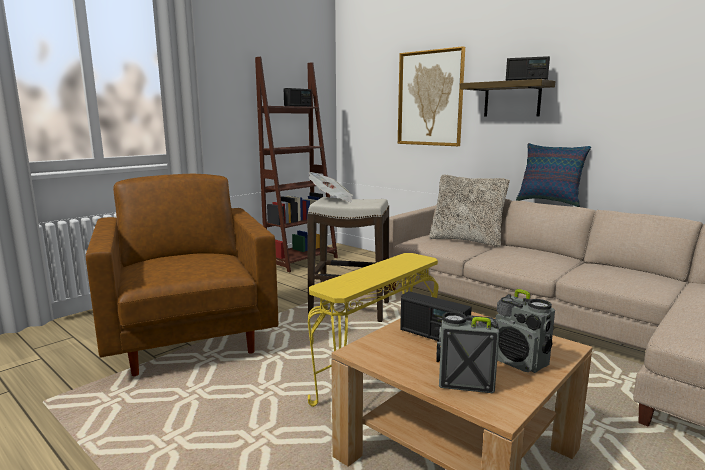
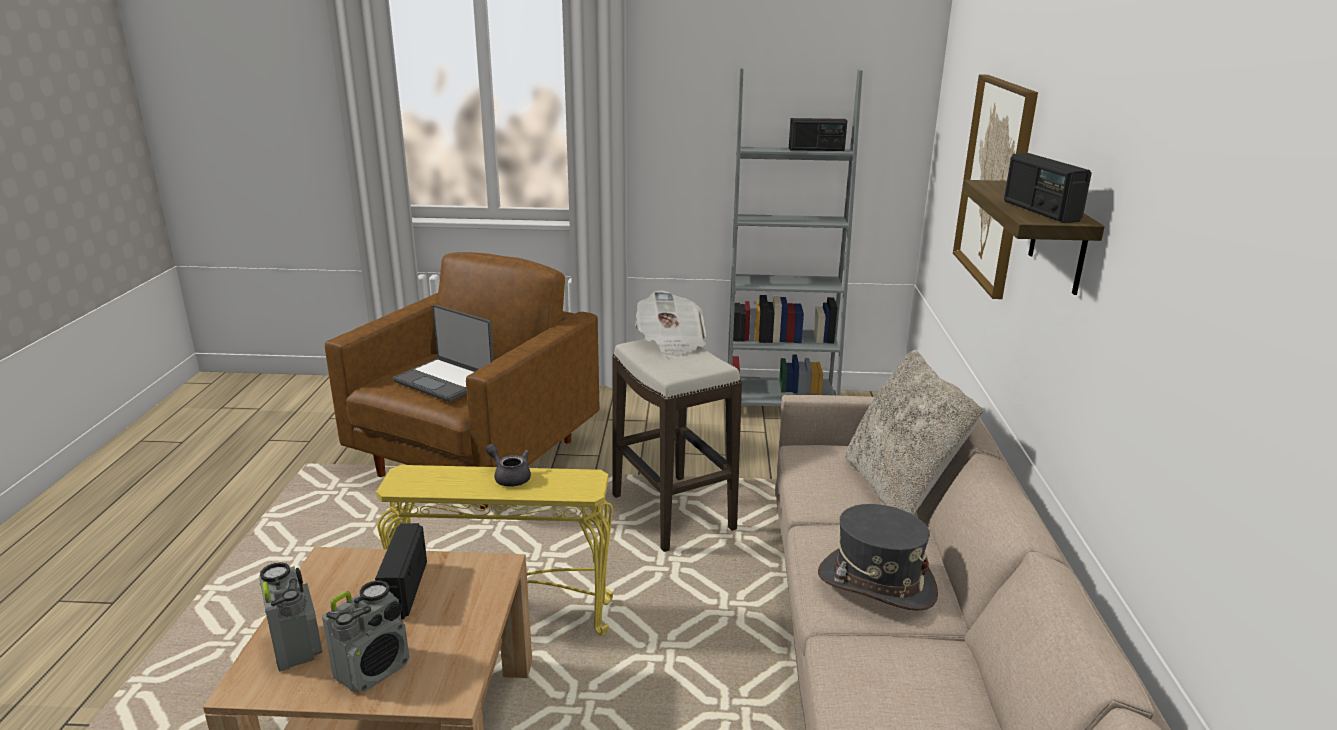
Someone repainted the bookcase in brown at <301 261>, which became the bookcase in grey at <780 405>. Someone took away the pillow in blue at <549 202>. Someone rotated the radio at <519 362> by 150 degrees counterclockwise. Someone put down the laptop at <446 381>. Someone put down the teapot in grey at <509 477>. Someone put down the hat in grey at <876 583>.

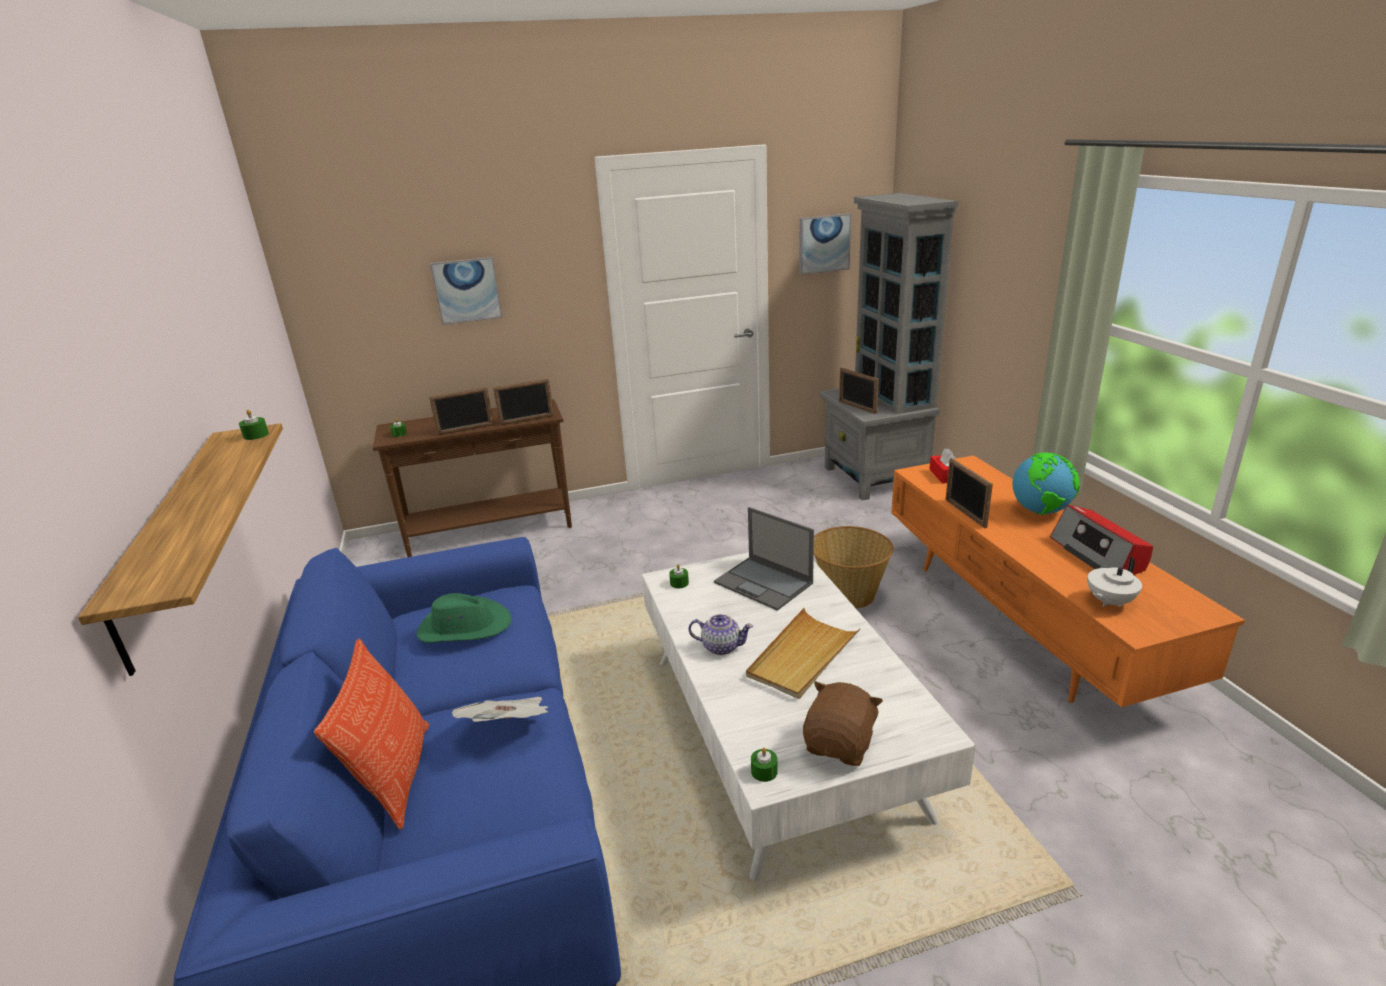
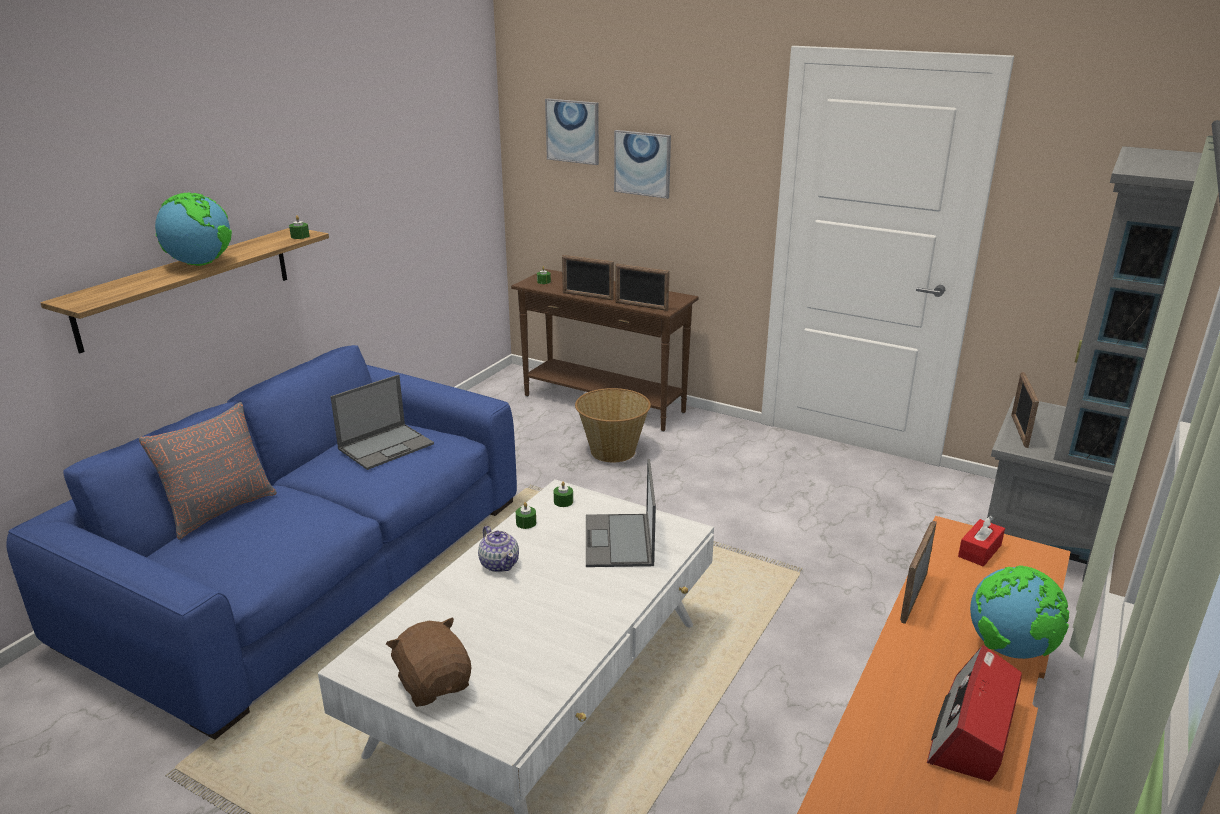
Someone carried the picture from <824 244> to <573 131>. Someone carried the basket from <849 594> to <612 451>. Someone took away the teapot in white at <1109 602>. Someone swapped the hat in green at <464 626> for the laptop at <387 446>. Someone took away the tray in beige at <802 656>. Someone repainted the pillow in orange at <395 777>, which became the pillow in grey at <221 511>. Someone rotated the plush toy in brown at <840 744> by 105 degrees counterclockwise. Someone took away the newspaper at <509 727>. Someone carried the candle in green from <764 771> to <526 523>. Someone put down the globe at <200 264>.

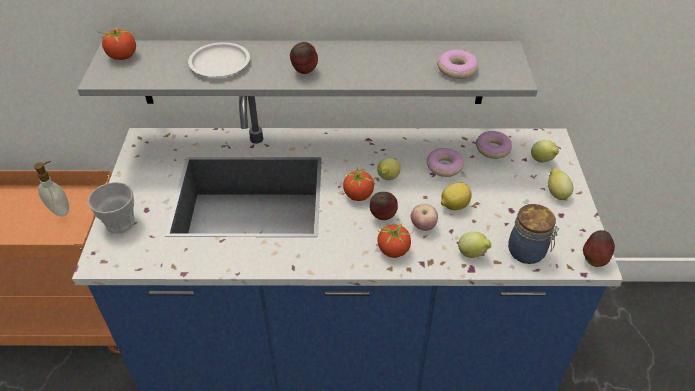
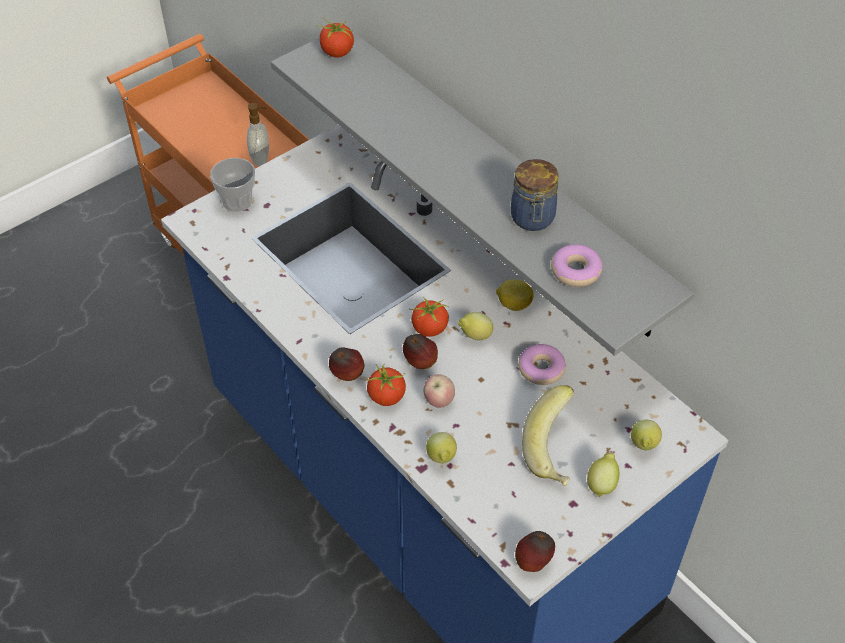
Someone took away the plate in white at <220 63>. Someone carried the apple from <304 72> to <347 376>. Someone took away the donut at <492 149>. Someone carried the lemon from <454 205> to <513 304>. Someone carried the jar from <528 252> to <532 219>. Someone put down the banana at <556 451>.

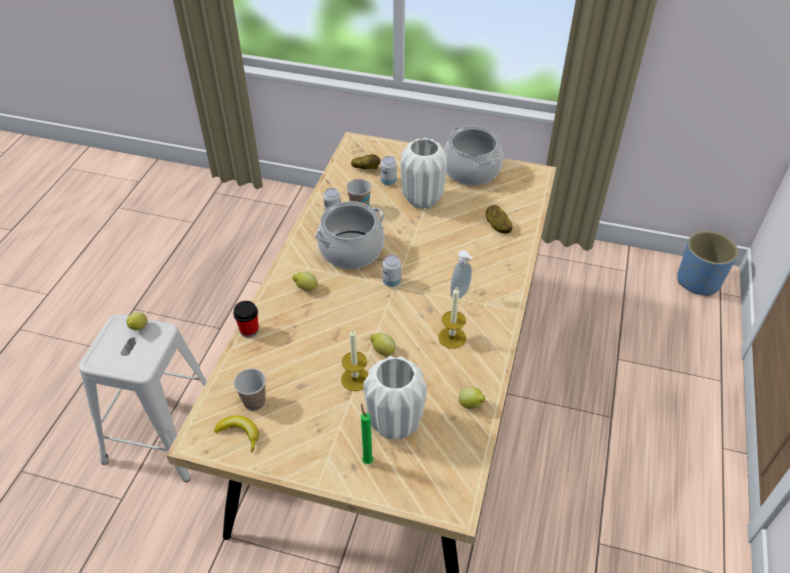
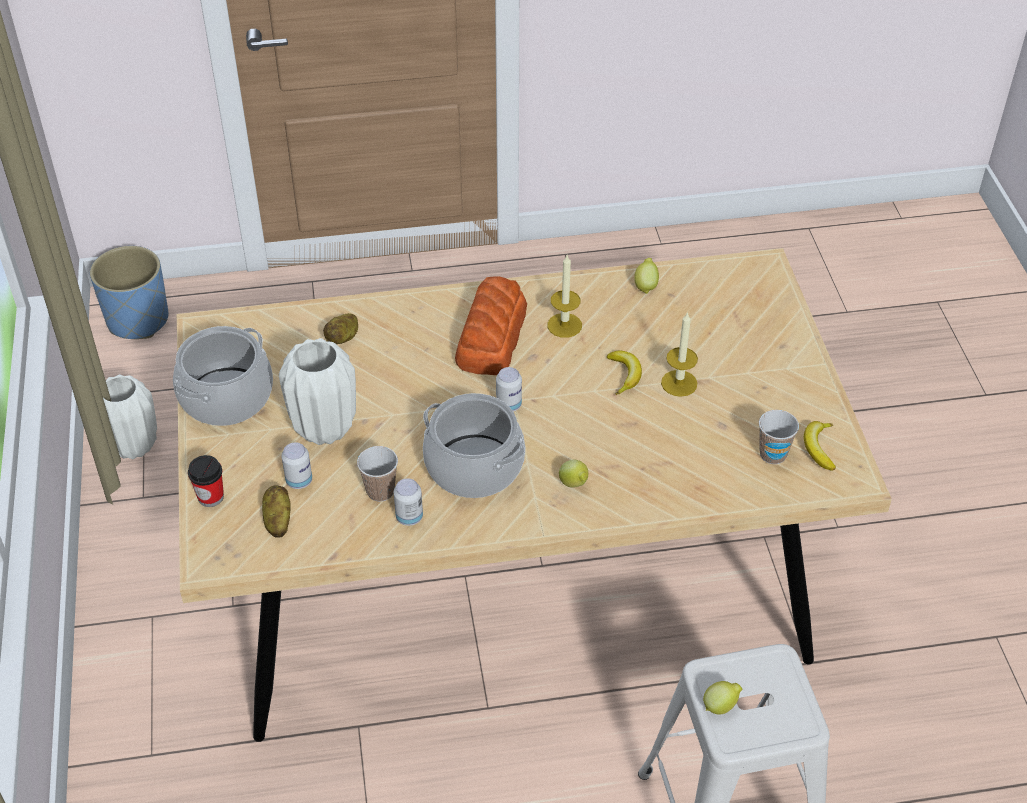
Someone swapped the soap dispenser at <461 294> for the bread at <490 337>. Someone carried the cup from <249 330> to <210 497>. Someone swapped the lemon at <382 351> for the banana at <624 375>. Someone carried the vase in white from <394 424> to <134 446>. Someone took away the candle in green at <367 460>.

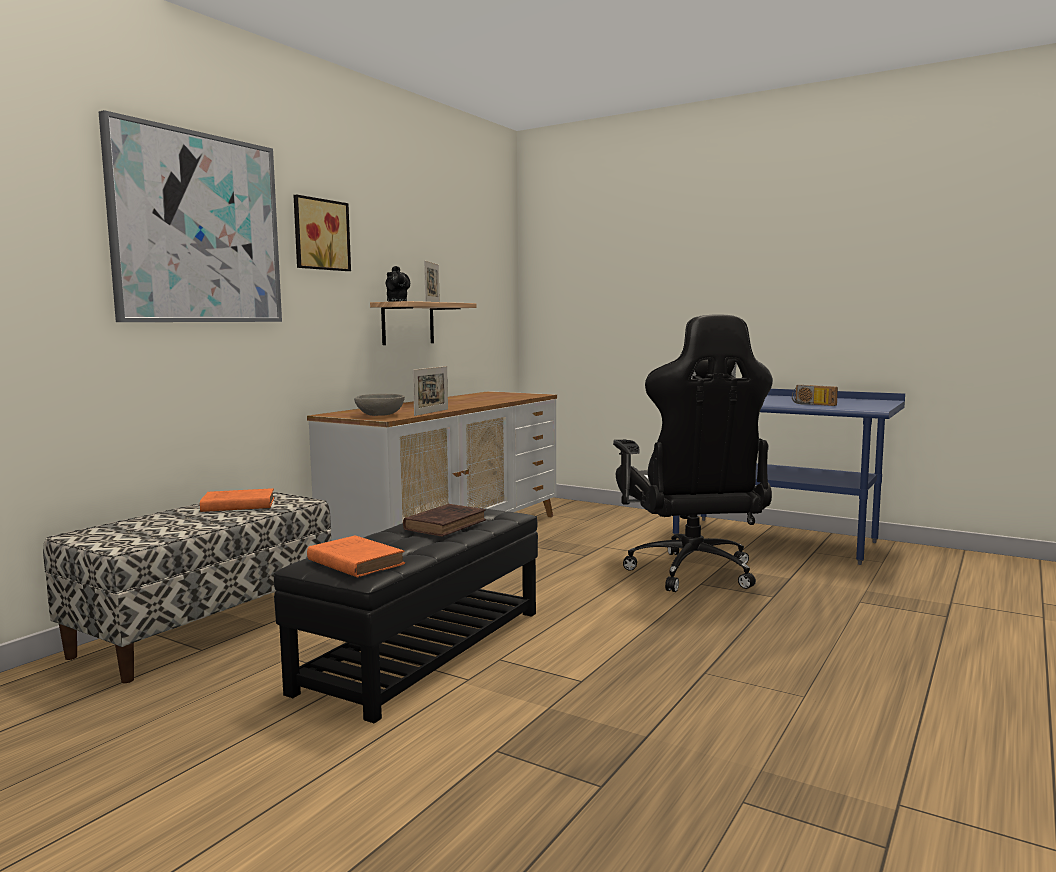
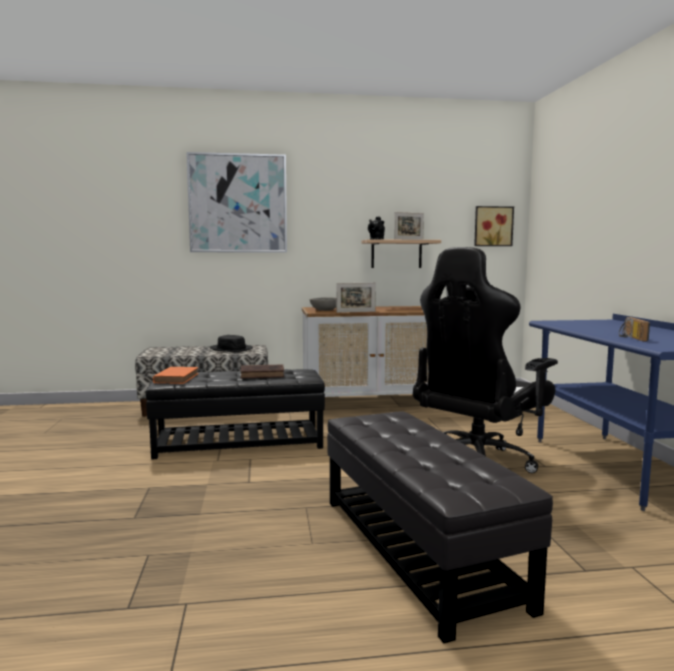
Someone carried the picture from <319 234> to <492 226>. Someone swapped the book in orange at <236 505> for the hat in black at <231 349>. Someone put down the ottoman in black at <417 548>.

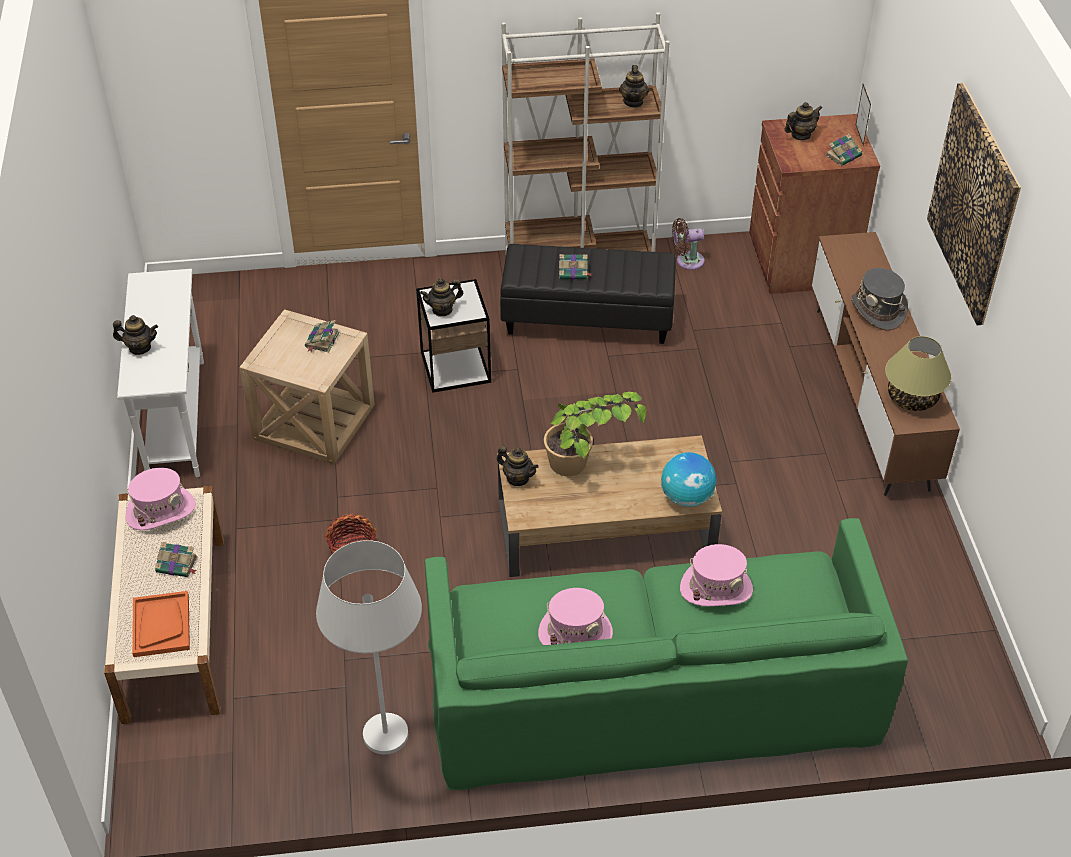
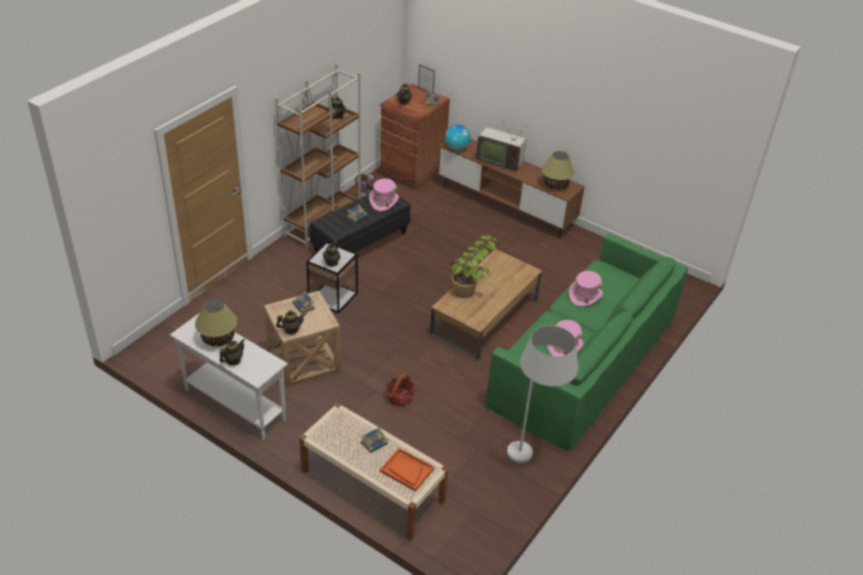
Someone took away the picture at <973 204>. Someone swapped the hat in grey at <878 310> for the television at <499 161>. Someone carried the teapot from <517 478> to <291 330>. Someone carried the globe from <687 498> to <457 148>. Someone carried the hat in pink from <161 511> to <384 201>. Someone put down the table lamp at <218 338>.

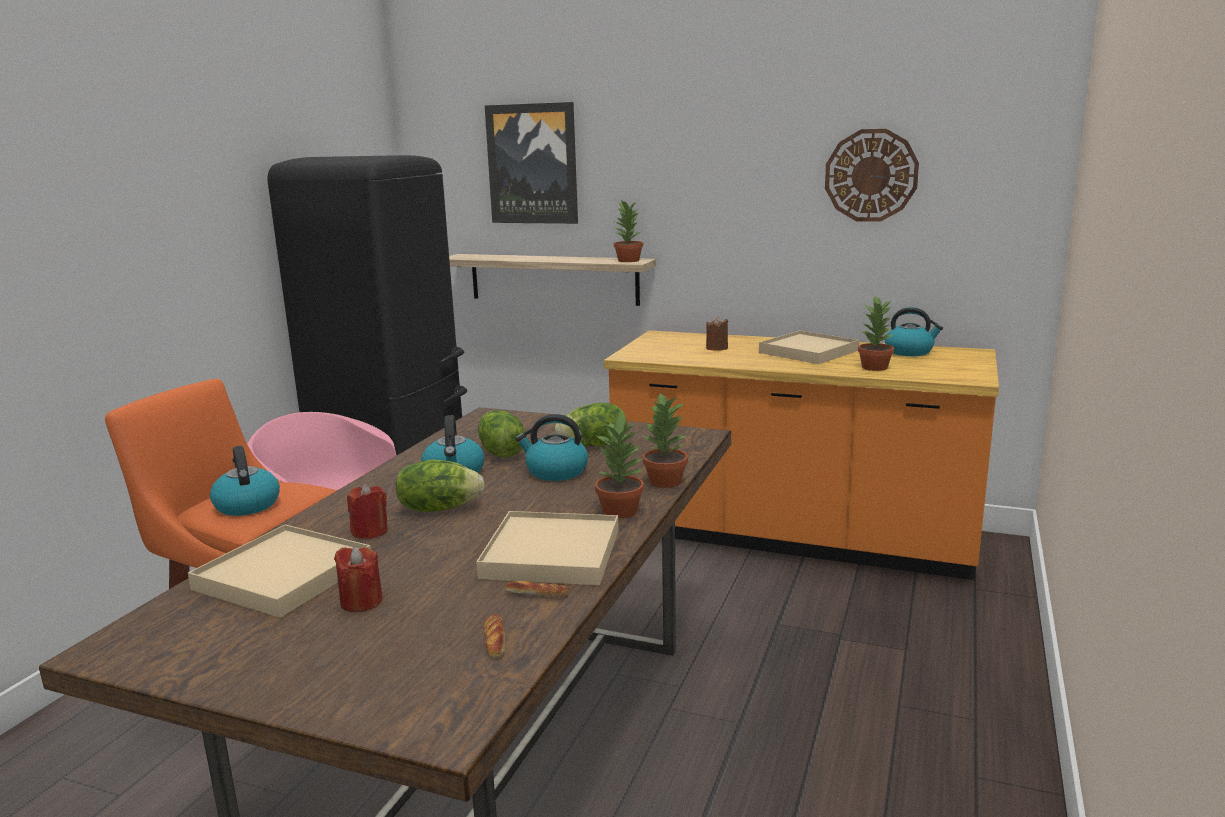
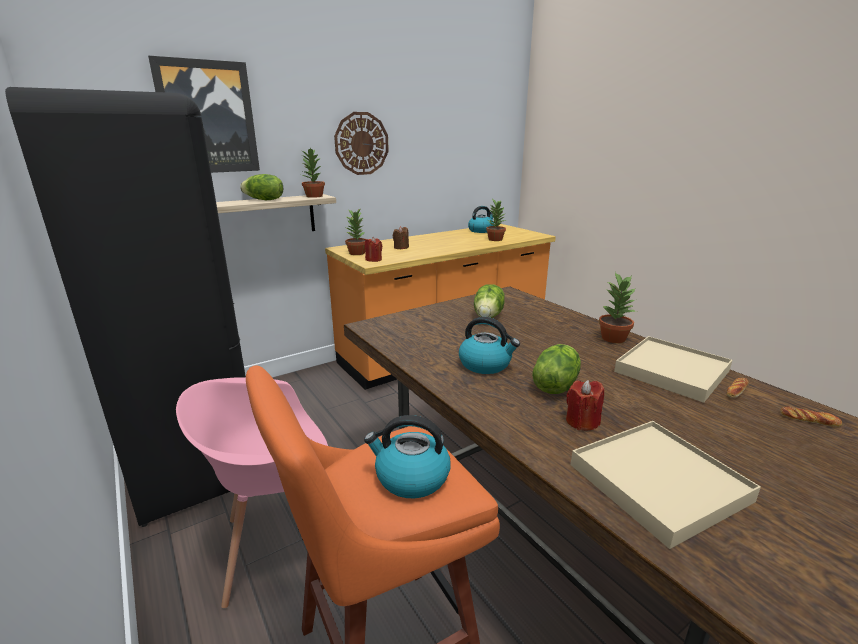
Someone carried the wall clock from <871 175> to <361 143>. Someone took away the tray in beige at <808 351>. Someone carried the potted plant from <665 482> to <357 253>. Someone carried the lettuce from <500 453> to <264 200>. Someone took away the kettle at <555 472>. Someone carried the candle in red from <361 601> to <373 259>.

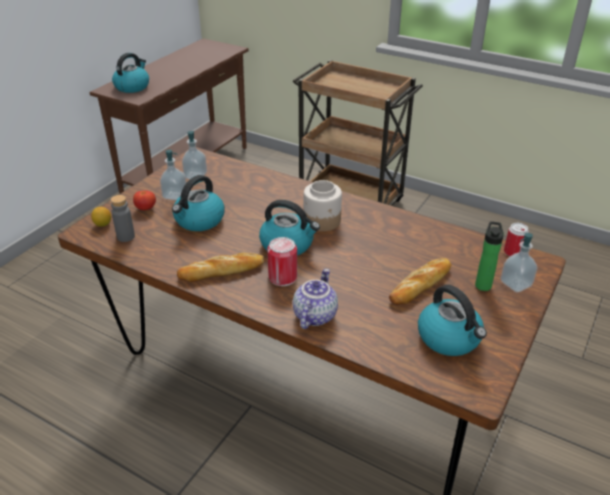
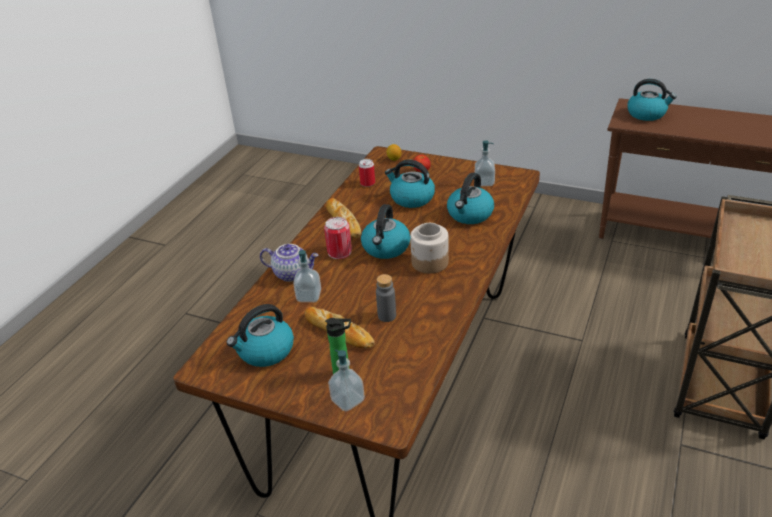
Someone carried the soap dispenser from <175 195> to <309 296>. Someone carried the bottle in grey from <126 237> to <387 316>. Someone carried the can from <513 252> to <367 183>. Someone put down the kettle at <470 214>.

